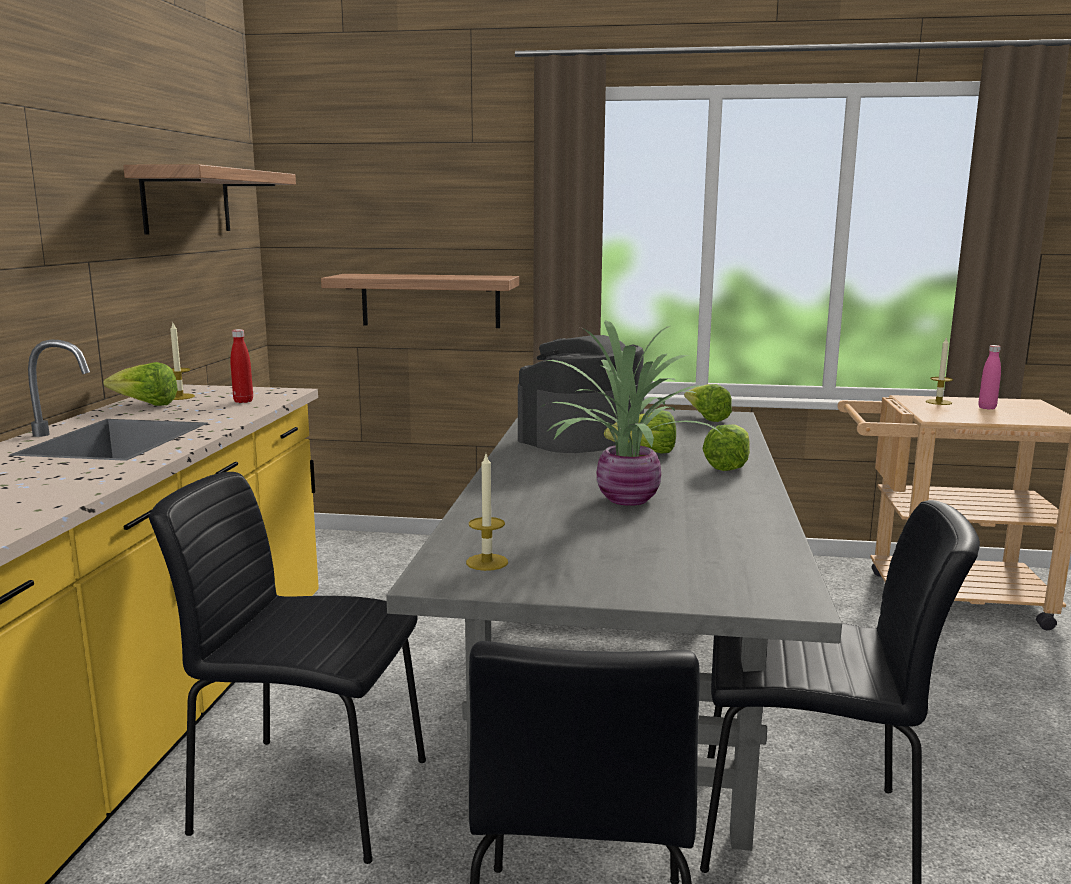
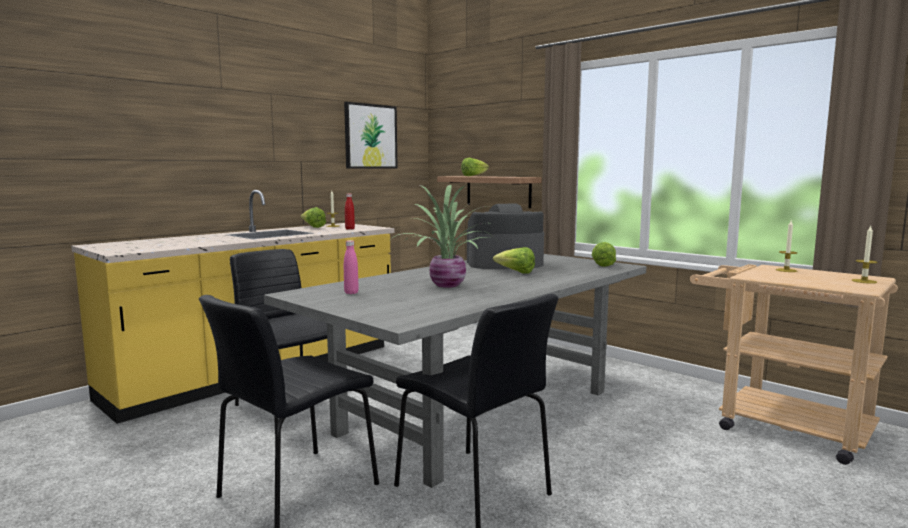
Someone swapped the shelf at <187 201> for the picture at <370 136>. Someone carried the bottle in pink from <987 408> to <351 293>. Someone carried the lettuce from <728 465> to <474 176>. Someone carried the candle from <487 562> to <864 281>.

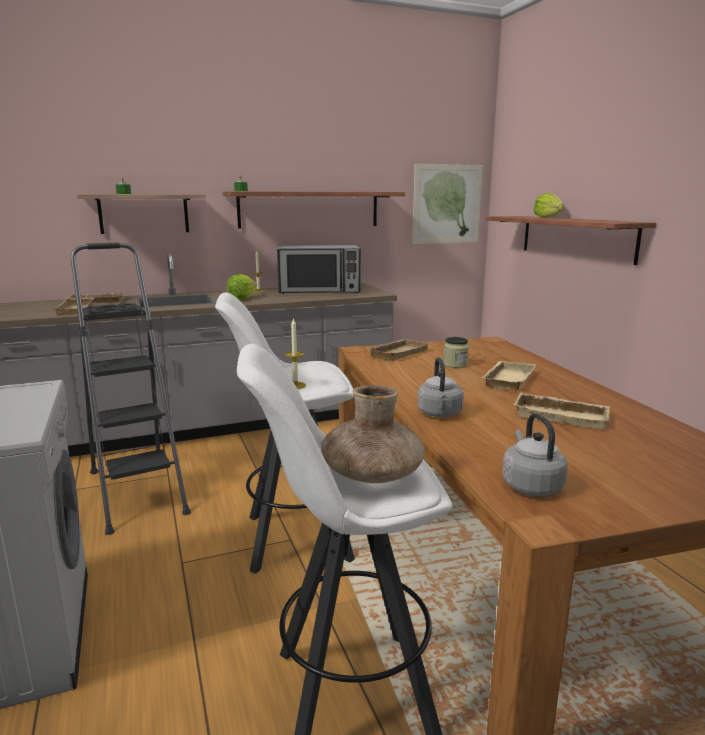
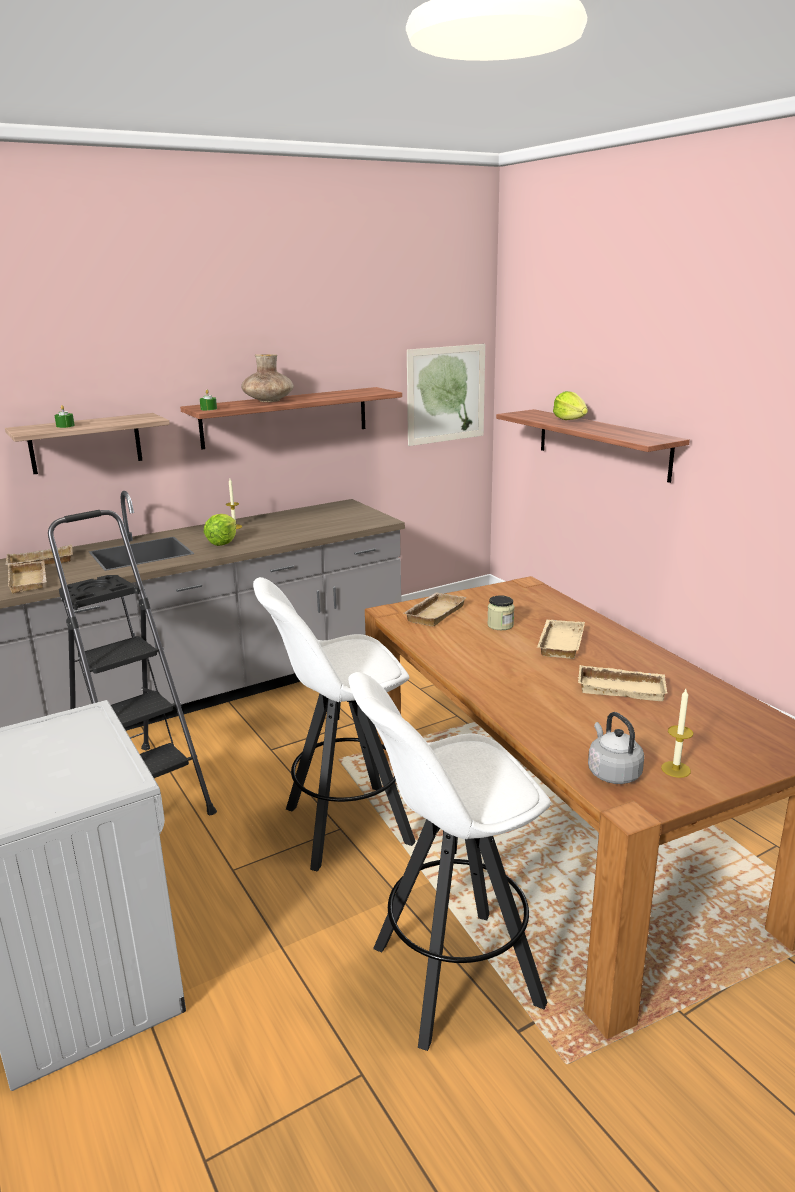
Someone took away the microwave at <320 291>. Someone carried the candle from <295 385> to <675 769>. Someone took away the kettle in grey at <440 414>. Someone carried the vase in brown from <372 475> to <268 401>.

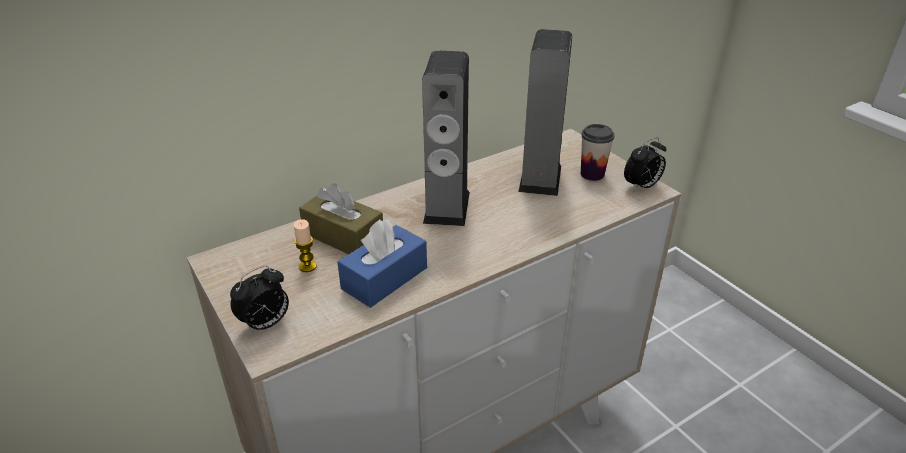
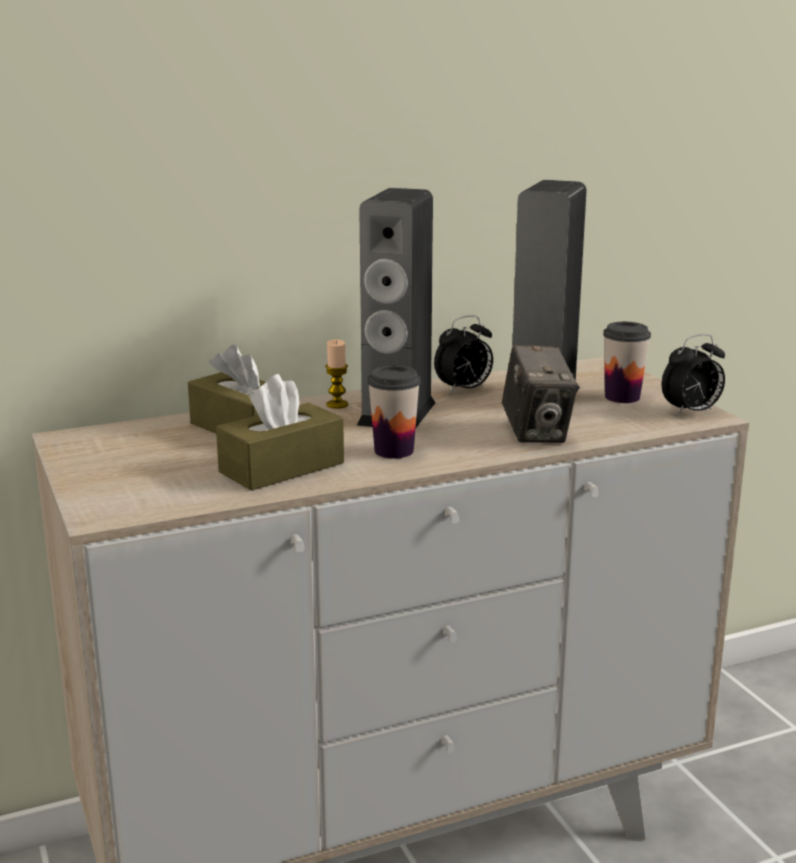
Someone carried the candle from <307 266> to <337 405>. Someone repainted the tissue box in blue at <384 278>, which became the tissue box in brown at <282 467>. Someone carried the alarm clock from <265 324> to <464 390>. Someone put down the photo camera at <536 433>. Someone put down the cup at <394 451>.

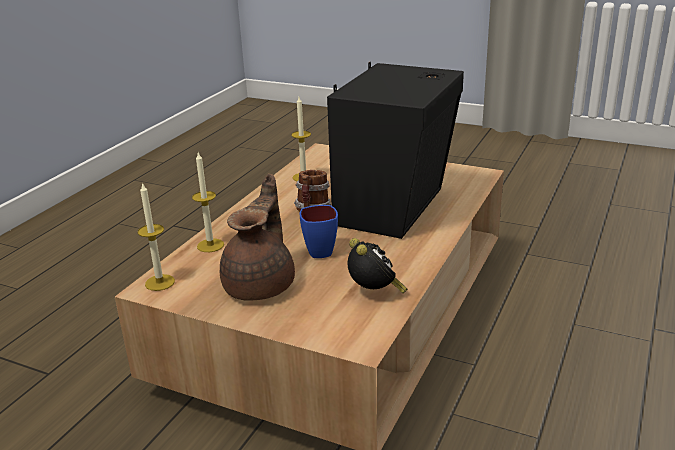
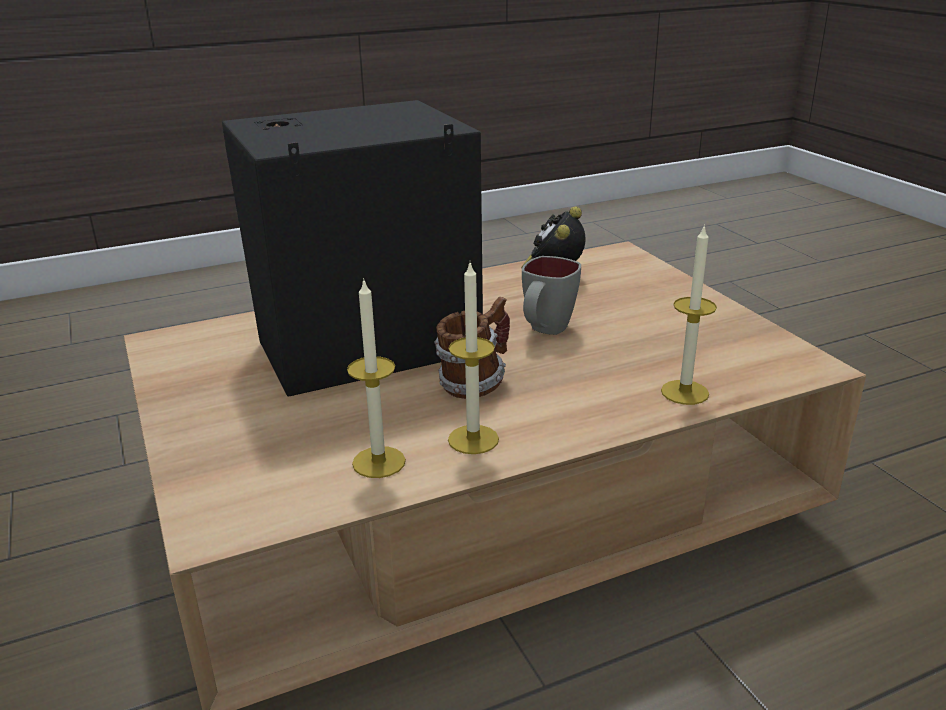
Someone took away the teapot in brown at <261 285>. Someone carried the candle from <160 282> to <473 439>. Someone repainted the mug in blue at <319 249>, which became the mug in grey at <545 331>.

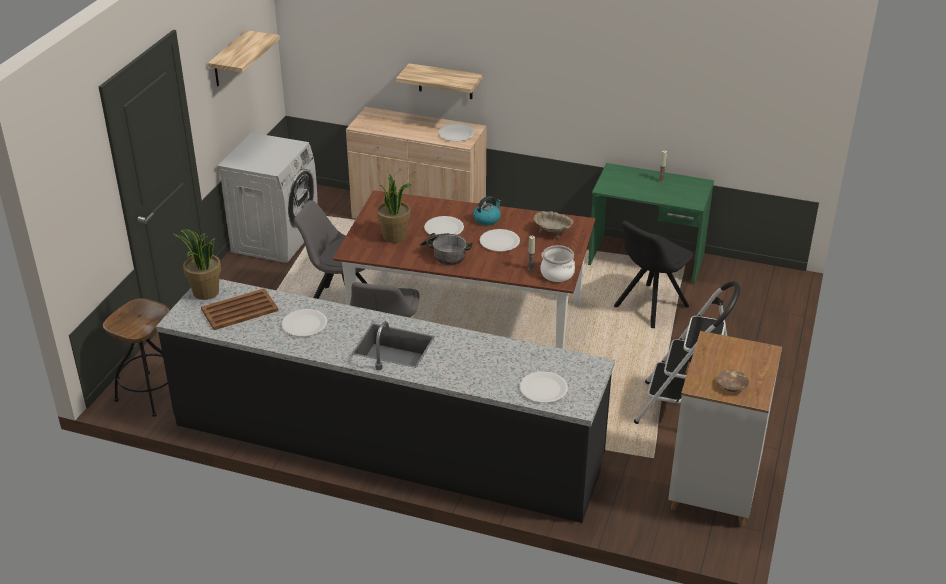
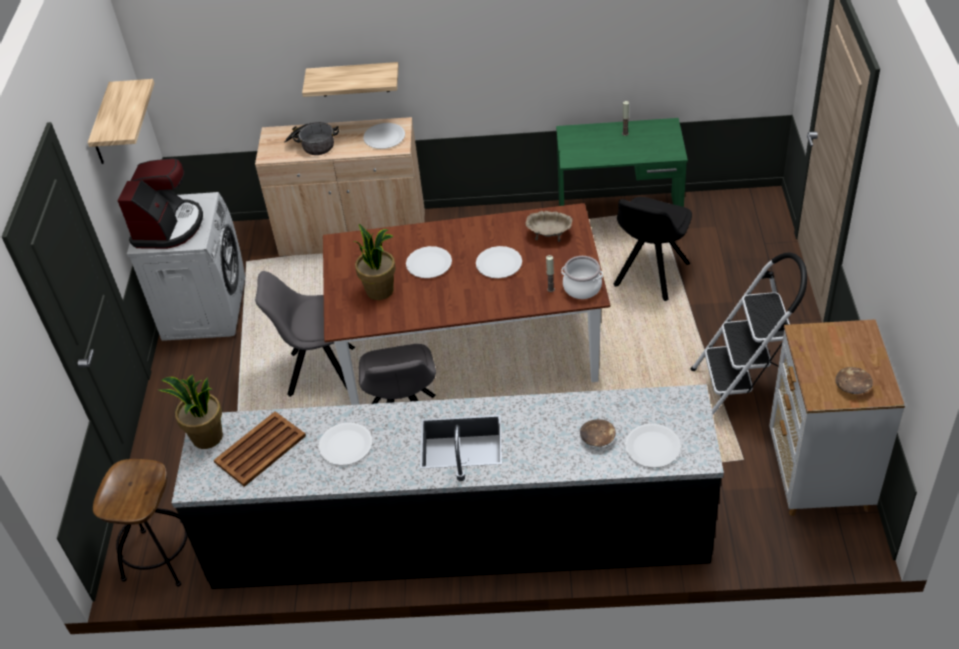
Someone took away the kettle at <487 219>. Someone carried the cooking pot from <444 254> to <312 145>. Someone put down the coffee machine at <168 227>. Someone put down the bowl in brown at <598 438>.

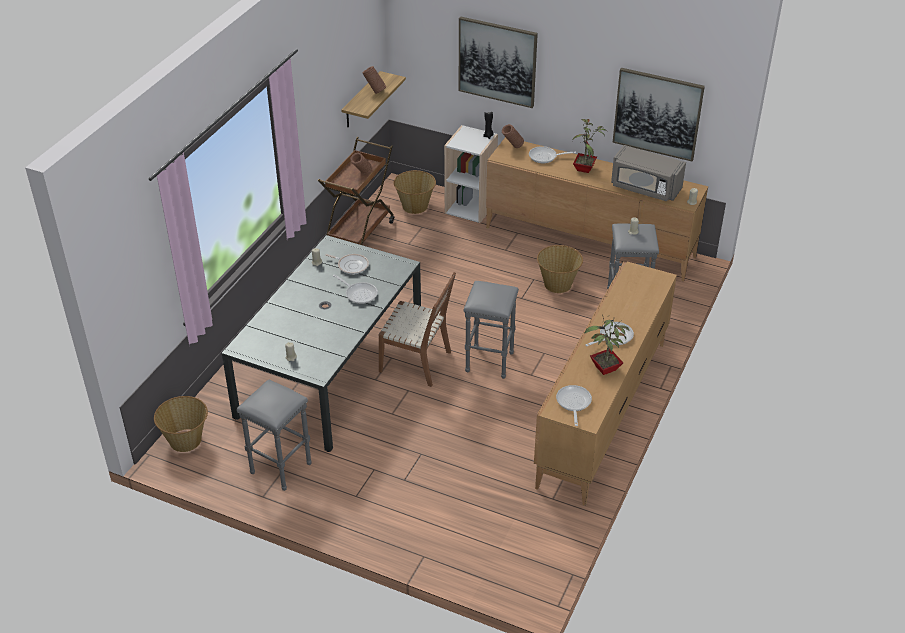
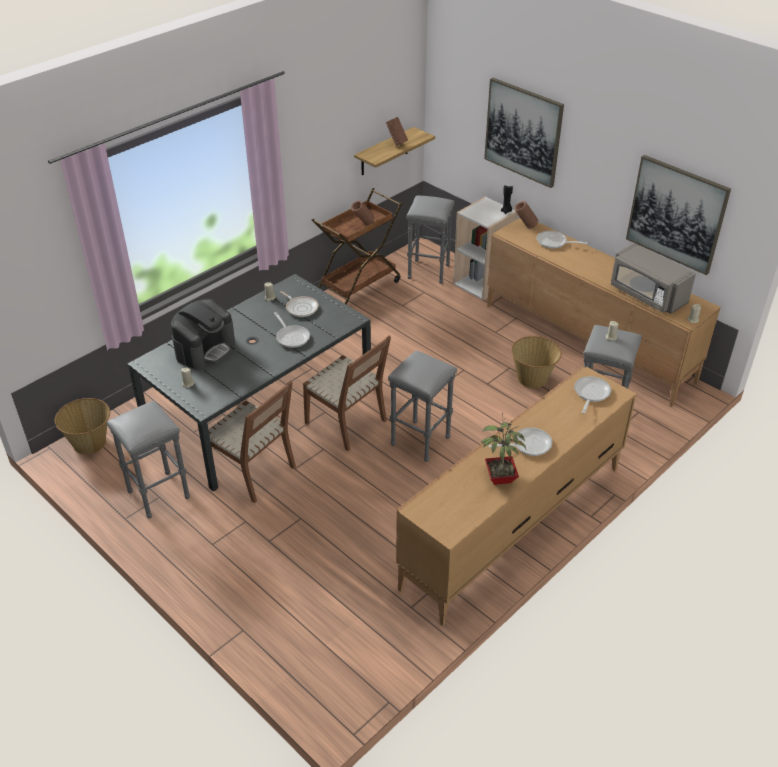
Someone took away the potted plant at <585 169>. Someone swapped the basket at <415 206> for the stool in grey at <427 272>. Someone carried the frying pan from <573 403> to <590 394>. Someone put down the coffee machine at <205 349>. Someone put down the chair at <254 473>.

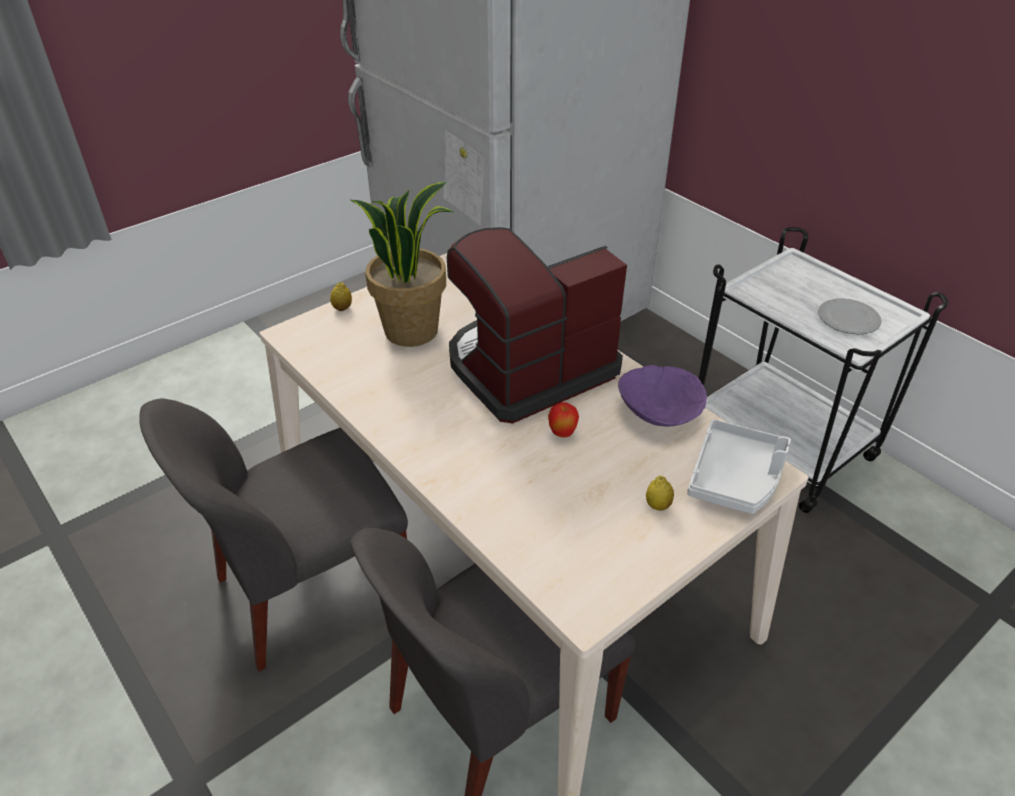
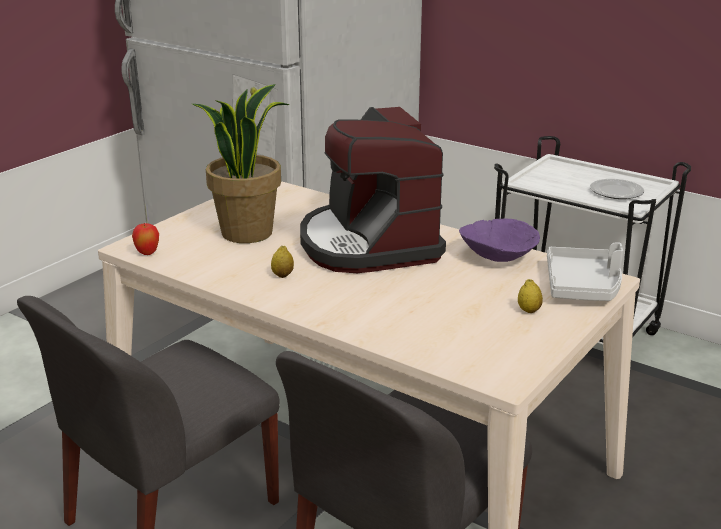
Someone rotated the coffee machine at <528 368> by 60 degrees counterclockwise. Someone carried the lemon from <342 308> to <282 275>. Someone carried the apple from <562 434> to <147 253>.

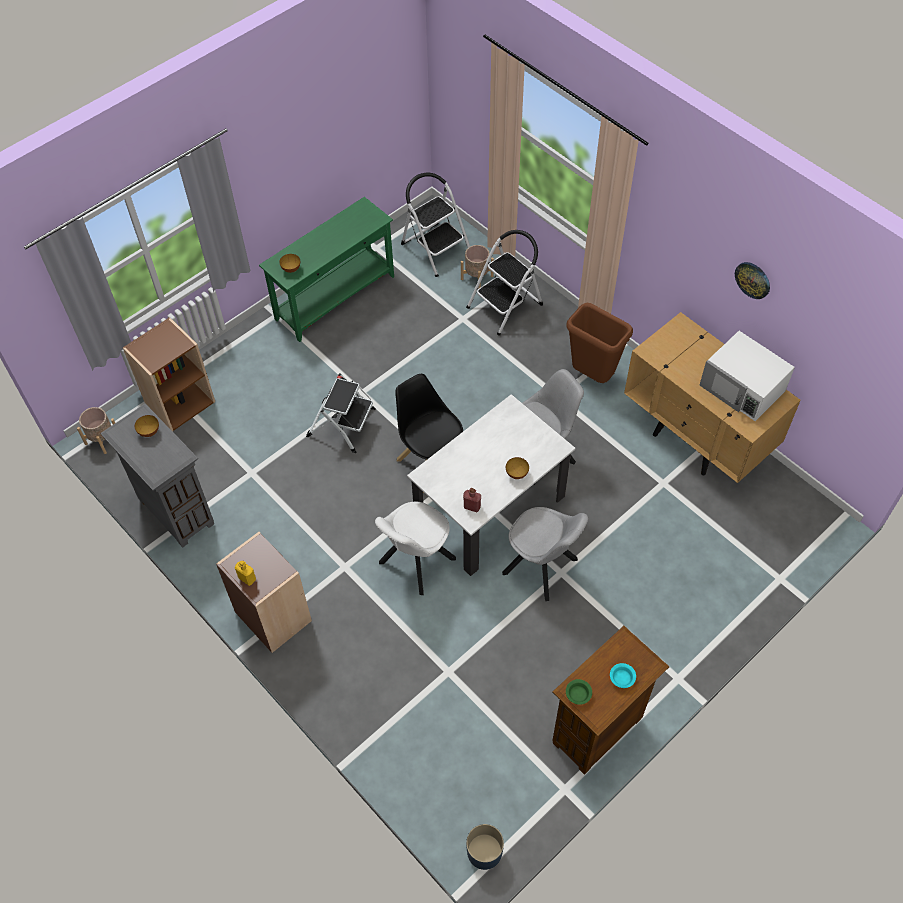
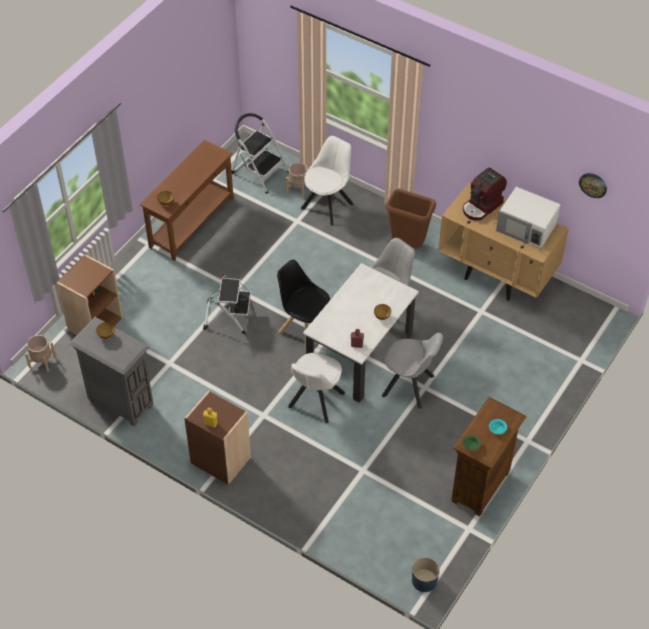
Someone repainted the console table in green at <335 297>, which became the console table in brown at <191 222>. Someone swapped the step ladder at <507 305> for the chair in white at <328 205>. Someone carried the wall clock from <753 280> to <593 185>. Someone put down the coffee machine at <482 206>.

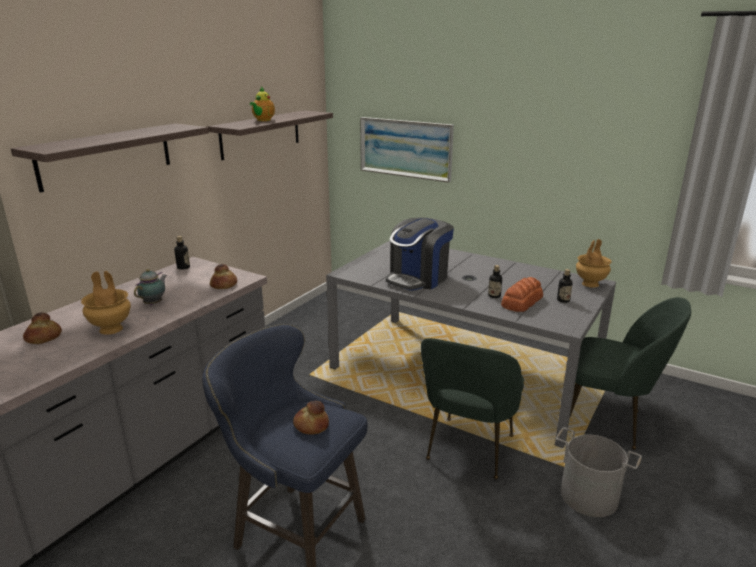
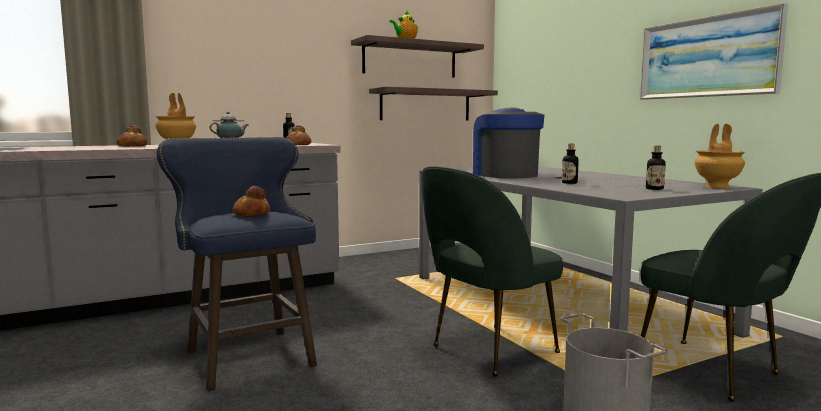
Someone carried the picture from <405 148> to <707 57>. Someone carried the shelf from <106 155> to <425 105>. Someone rotated the coffee machine at <418 278> by 90 degrees clockwise. Someone took away the bread at <521 301>.

